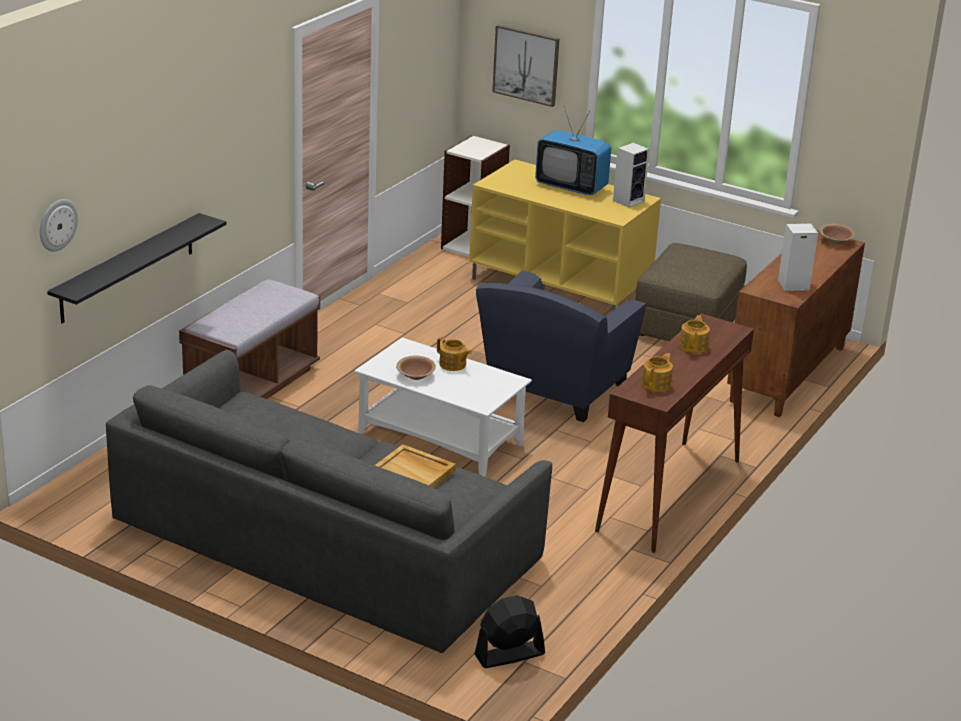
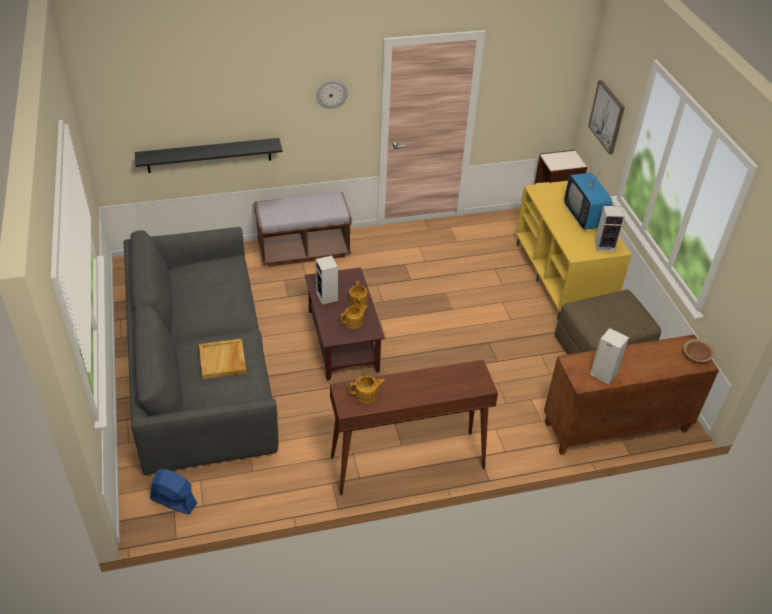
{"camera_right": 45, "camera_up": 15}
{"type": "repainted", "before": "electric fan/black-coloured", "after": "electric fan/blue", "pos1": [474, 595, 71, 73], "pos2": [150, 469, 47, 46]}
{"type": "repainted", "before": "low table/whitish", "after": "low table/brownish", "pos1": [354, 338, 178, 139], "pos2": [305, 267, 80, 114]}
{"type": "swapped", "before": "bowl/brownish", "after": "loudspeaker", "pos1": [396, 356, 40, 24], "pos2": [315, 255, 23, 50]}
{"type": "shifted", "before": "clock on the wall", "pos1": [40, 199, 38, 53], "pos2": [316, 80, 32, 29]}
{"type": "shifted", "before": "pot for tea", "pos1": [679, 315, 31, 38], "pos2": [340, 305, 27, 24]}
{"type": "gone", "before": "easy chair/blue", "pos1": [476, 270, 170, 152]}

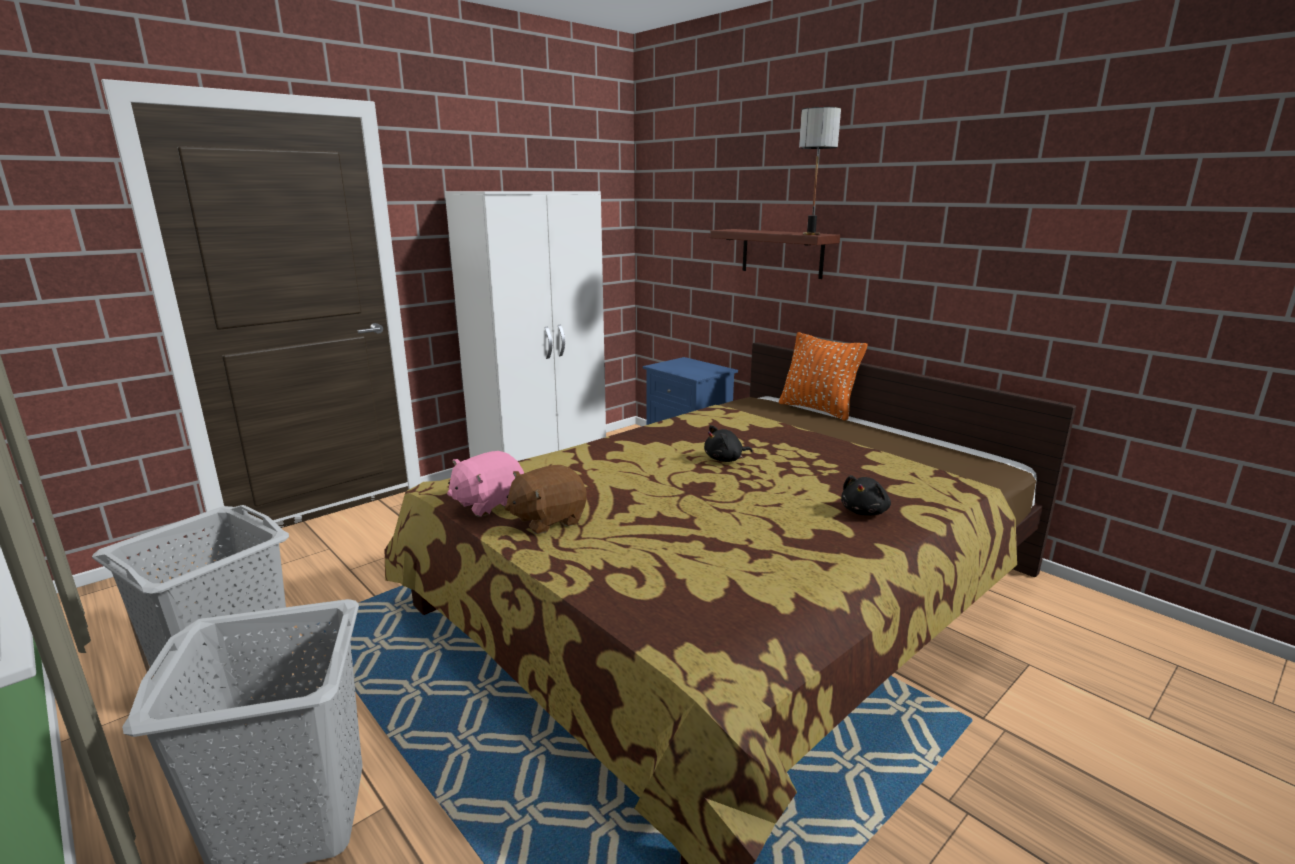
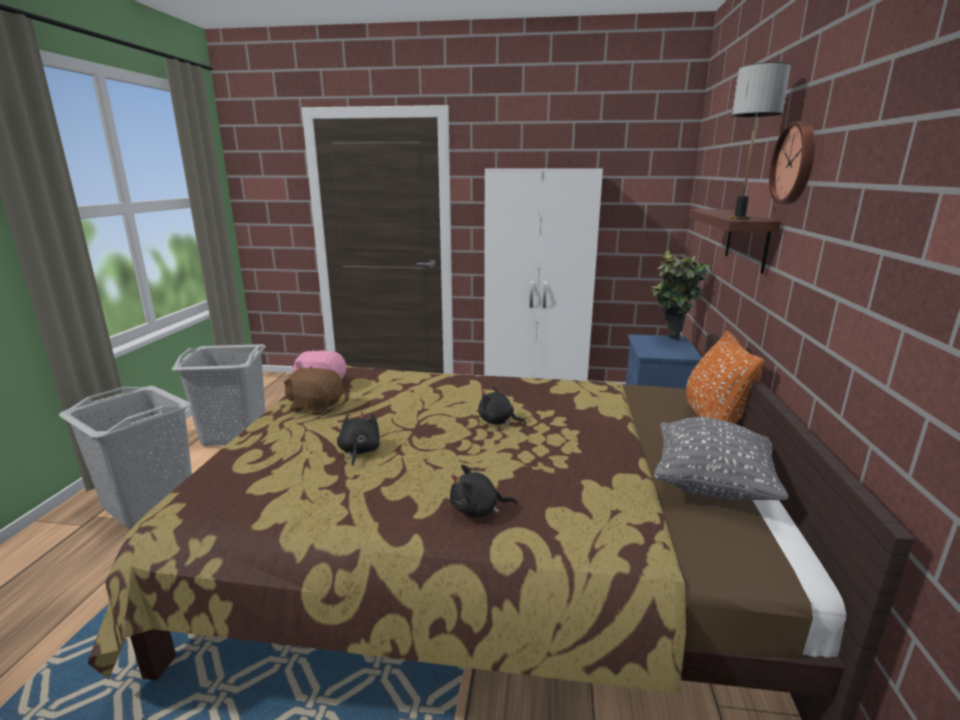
{"camera_right": 50, "camera_up": 0}
{"type": "new", "after": "soft toy/black-coloured", "pos2": [337, 412, 43, 54]}
{"type": "new", "after": "houseplant", "pos2": [651, 250, 60, 90]}
{"type": "new", "after": "throw pillow/grey", "pos2": [654, 417, 135, 83]}
{"type": "new", "after": "clock on the wall", "pos2": [769, 121, 46, 83]}

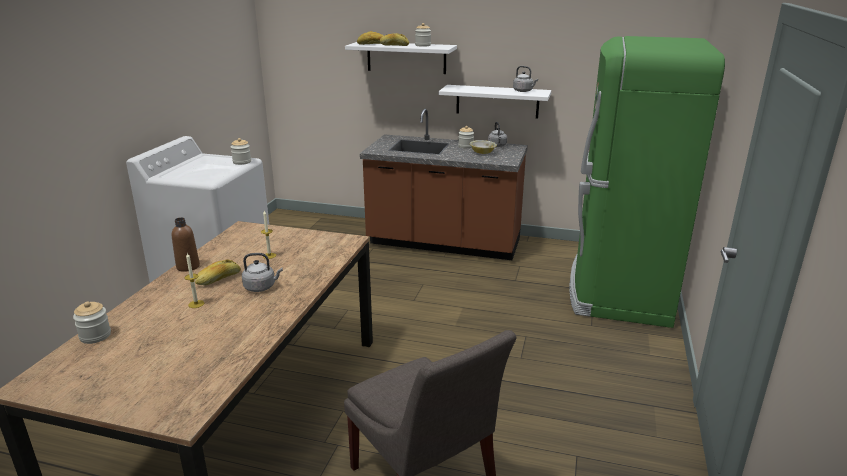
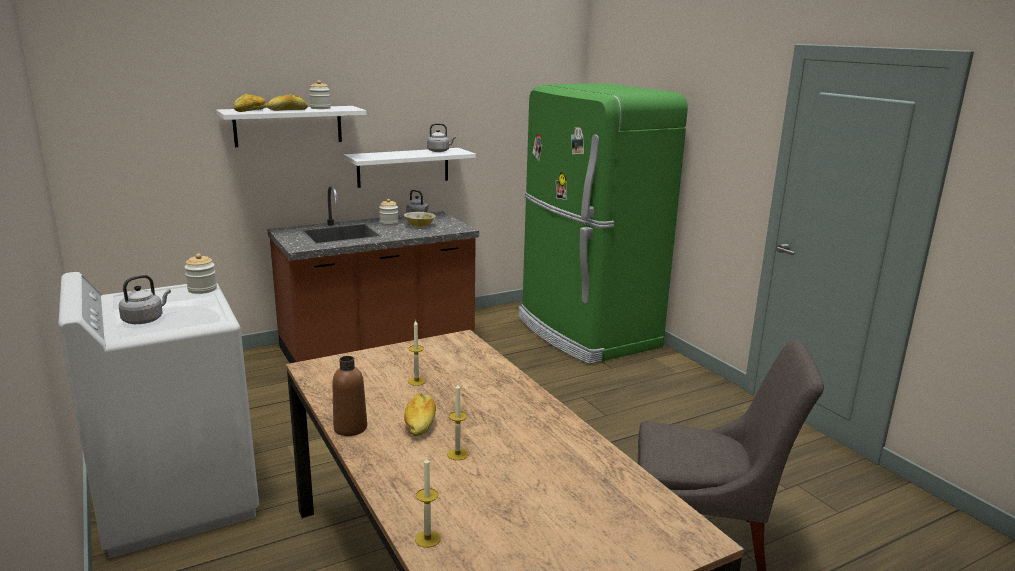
{"camera_right": -45, "camera_up": -5}
{"type": "shifted", "before": "kettle/grey", "pos1": [242, 253, 41, 39], "pos2": [119, 275, 52, 49]}
{"type": "swapped", "before": "preserve jar", "after": "wax light", "pos1": [73, 301, 38, 43], "pos2": [415, 456, 26, 92]}

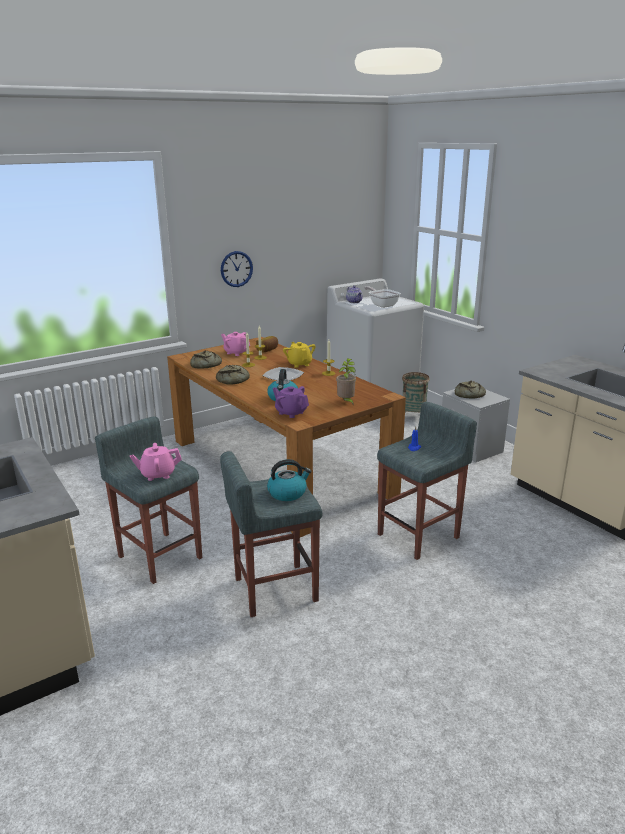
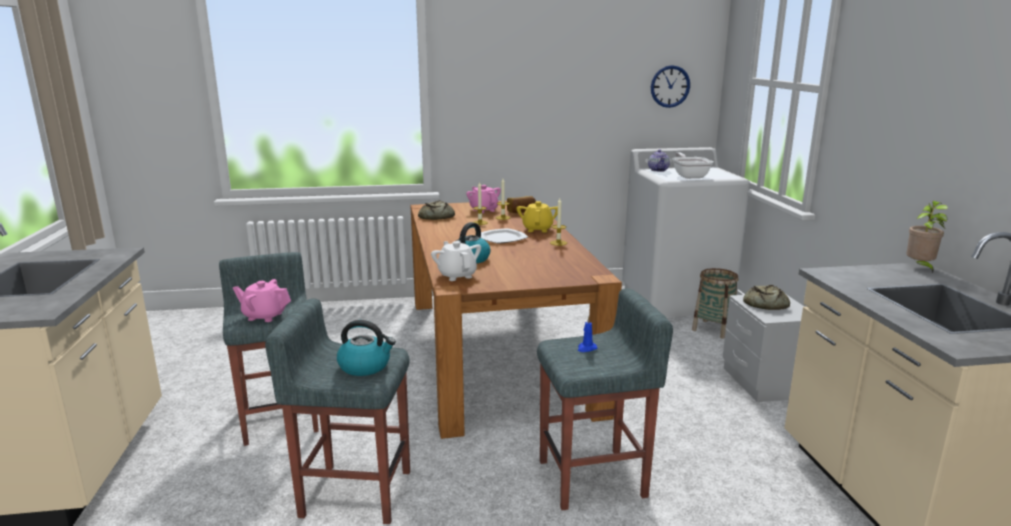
{"camera_right": 25, "camera_up": -5}
{"type": "repainted", "before": "pot for tea/purplish", "after": "pot for tea/whitish", "pos1": [273, 386, 36, 32], "pos2": [431, 241, 50, 40]}
{"type": "shifted", "before": "clock on the wall", "pos1": [221, 251, 32, 36], "pos2": [651, 65, 39, 43]}
{"type": "shifted", "before": "houseplant", "pos1": [336, 358, 20, 46], "pos2": [906, 201, 42, 72]}
{"type": "gone", "before": "baked bread", "pos1": [216, 365, 34, 20]}

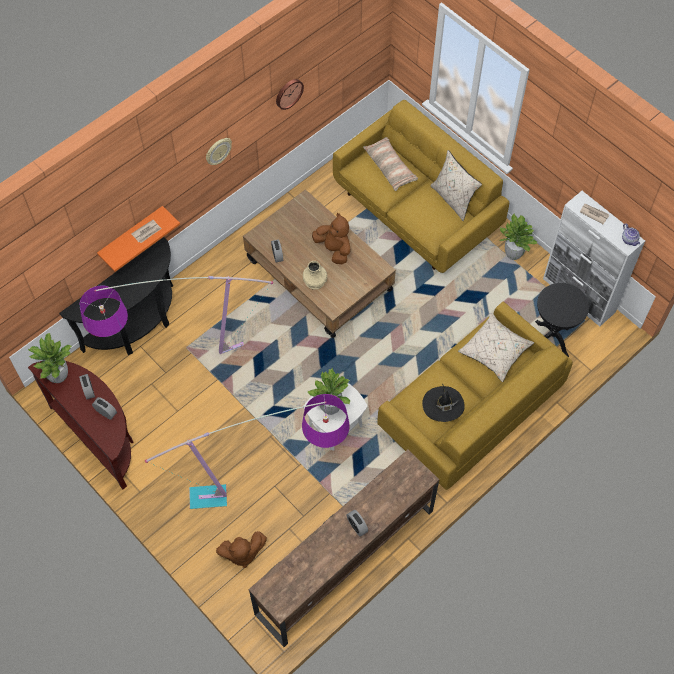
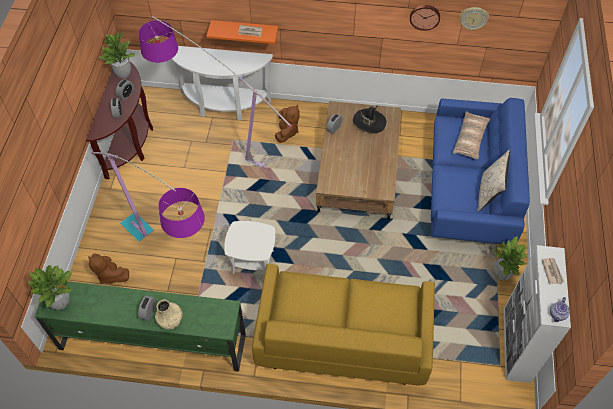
{"camera_right": 50, "camera_up": -5}
{"type": "shifted", "before": "houseplant", "pos1": [308, 368, 42, 47], "pos2": [28, 265, 44, 45]}
{"type": "repainted", "before": "media console/brownish", "after": "media console/greenish", "pos1": [248, 449, 191, 198], "pos2": [35, 281, 211, 91]}
{"type": "shifted", "before": "flower vase/beige", "pos1": [303, 261, 24, 28], "pos2": [155, 300, 28, 30]}
{"type": "repainted", "before": "console table/black-coloured", "after": "console table/whitish", "pos1": [59, 237, 114, 118], "pos2": [172, 46, 101, 74]}
{"type": "shifted", "before": "soft toy/brownish", "pos1": [312, 213, 39, 51], "pos2": [275, 104, 25, 39]}
{"type": "shifted", "before": "clothing hat/black-coloured", "pos1": [422, 384, 43, 38], "pos2": [353, 105, 33, 28]}
{"type": "repainted", "before": "couch/yellow", "after": "couch/blue", "pos1": [333, 100, 176, 173], "pos2": [431, 98, 99, 147]}
{"type": "shifted", "before": "clock on the wall", "pos1": [206, 138, 26, 27], "pos2": [460, 7, 29, 24]}
{"type": "gone", "before": "throw pillow/beige", "pos1": [458, 313, 76, 69]}
{"type": "gone", "before": "side table/black-coloured", "pos1": [535, 283, 54, 74]}

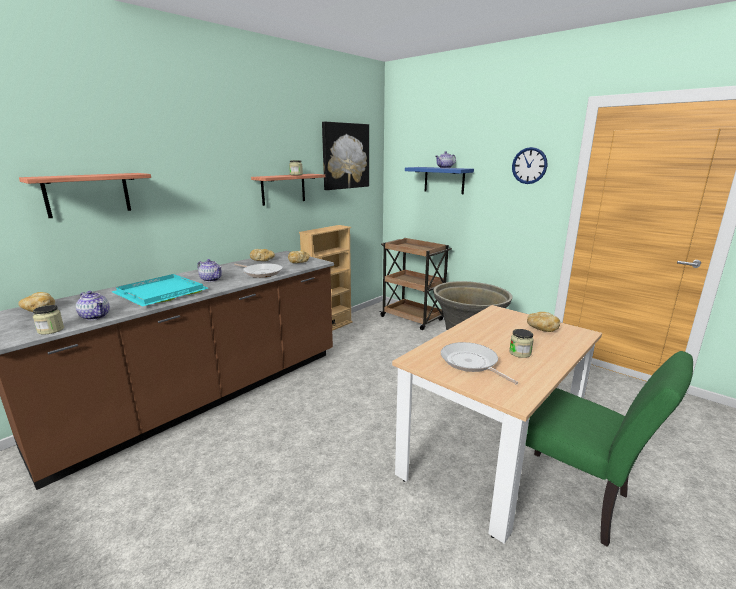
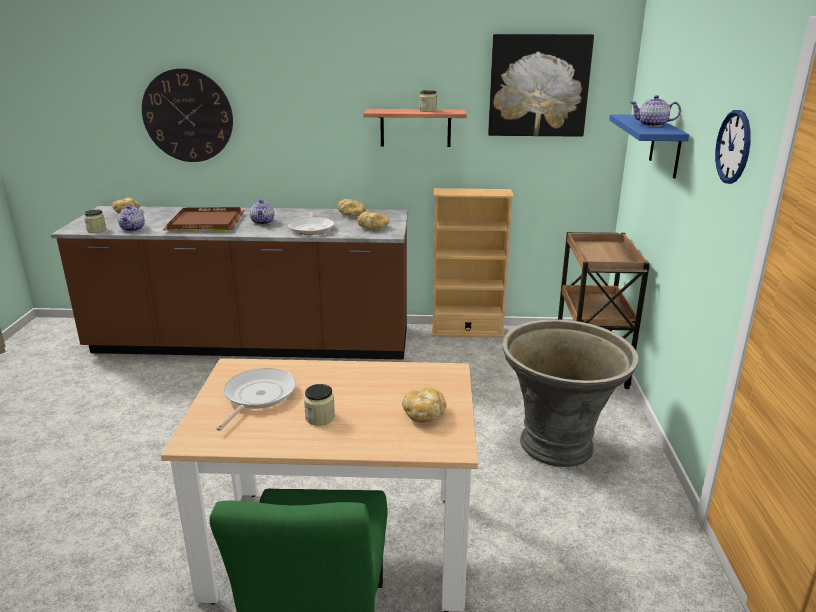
{"camera_right": 50, "camera_up": 5}
{"type": "swapped", "before": "wall shelf", "after": "clock on the wall", "pos1": [19, 173, 132, 45], "pos2": [142, 68, 91, 94]}
{"type": "repainted", "before": "carrying tray/turquoise-coloured", "after": "carrying tray/brownish", "pos1": [112, 274, 96, 33], "pos2": [162, 207, 83, 25]}

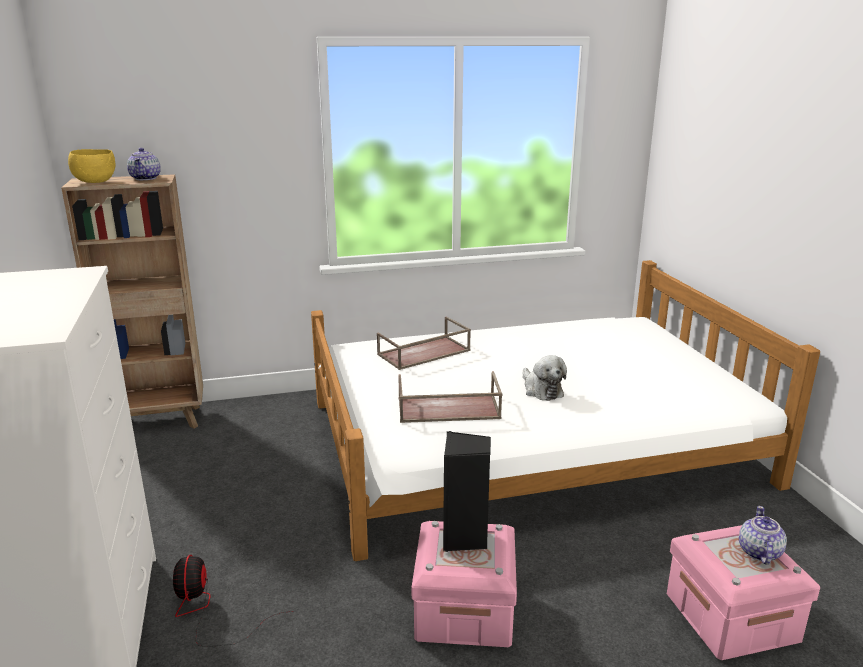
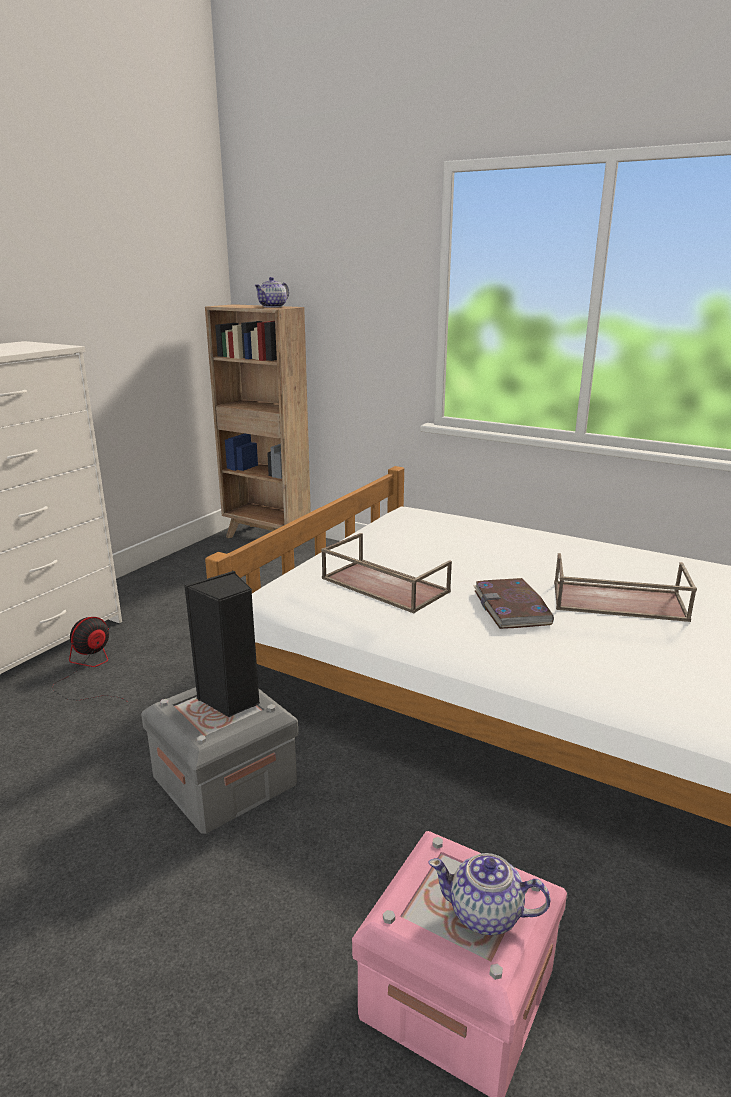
{"camera_right": 45, "camera_up": 0}
{"type": "repainted", "before": "storage container/pink", "after": "storage container/grey", "pos1": [411, 521, 106, 126], "pos2": [141, 687, 157, 147]}
{"type": "rotated", "before": "pot for tea", "pos1": [739, 506, 48, 58], "pos2": [429, 853, 122, 82], "turn": -135}
{"type": "swapped", "before": "soft toy", "after": "volume", "pos1": [523, 355, 44, 46], "pos2": [474, 578, 80, 51]}
{"type": "shifted", "before": "carrying tray/brownish", "pos1": [377, 316, 94, 54], "pos2": [554, 553, 143, 69]}
{"type": "gone", "before": "bowl/yellow", "pos1": [68, 149, 47, 34]}

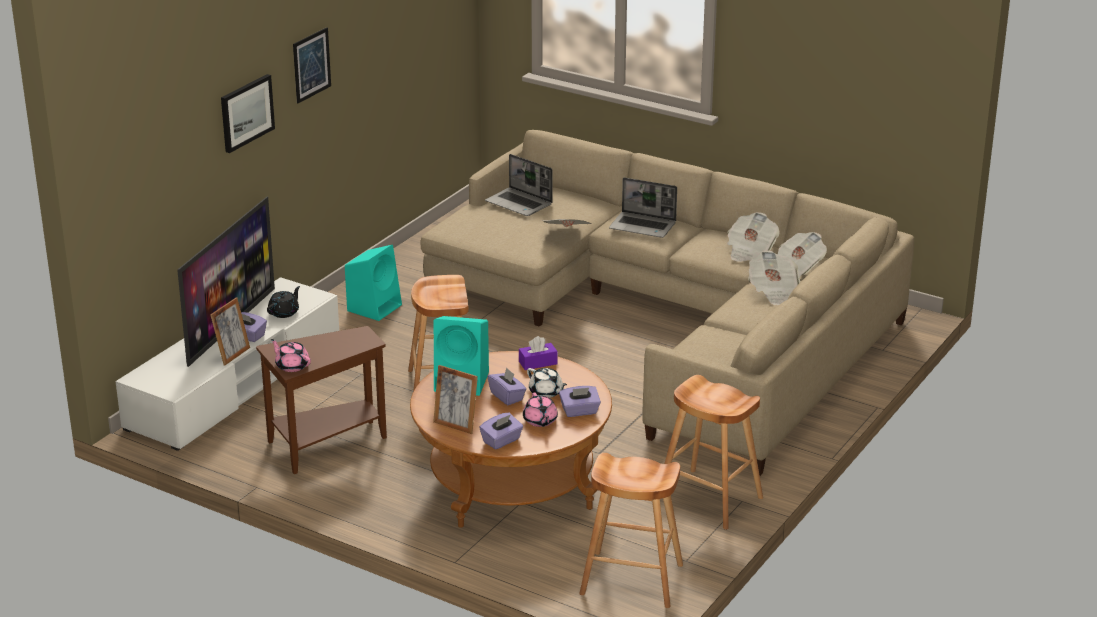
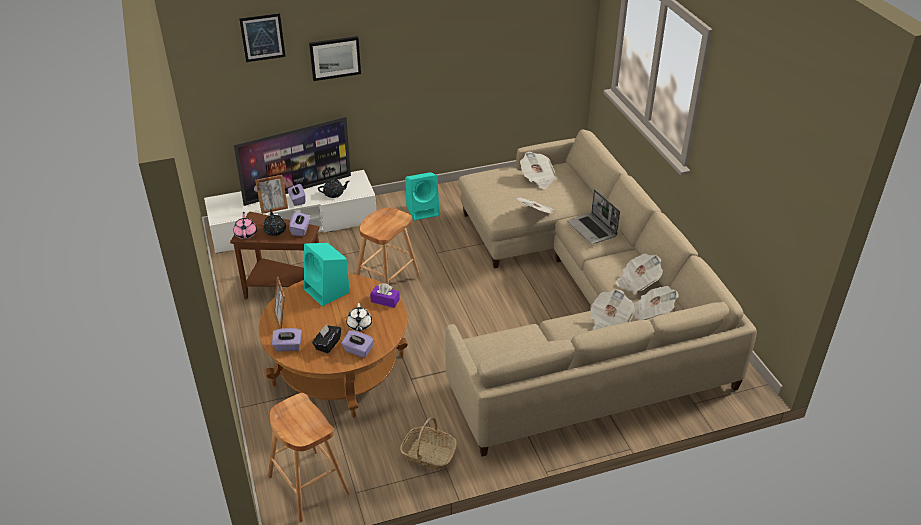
{"camera_right": 40, "camera_up": 10}
{"type": "shifted", "before": "wall picture", "pos1": [293, 27, 38, 76], "pos2": [239, 13, 47, 49]}
{"type": "new", "after": "pot for tea/black-coloured", "pos2": [263, 209, 23, 27]}
{"type": "shifted", "before": "tissue box/purplish", "pos1": [488, 367, 38, 38], "pos2": [289, 212, 21, 24]}
{"type": "swapped", "before": "pot for tea/pink", "after": "tissue box/black-coloured", "pos1": [523, 393, 35, 34], "pos2": [312, 324, 29, 29]}
{"type": "swapped", "before": "sitting stool/brownish", "after": "basket", "pos1": [664, 375, 99, 155], "pos2": [400, 417, 57, 53]}
{"type": "swapped", "before": "notebook computer", "after": "daily paper", "pos1": [485, 154, 67, 62], "pos2": [520, 152, 37, 37]}

